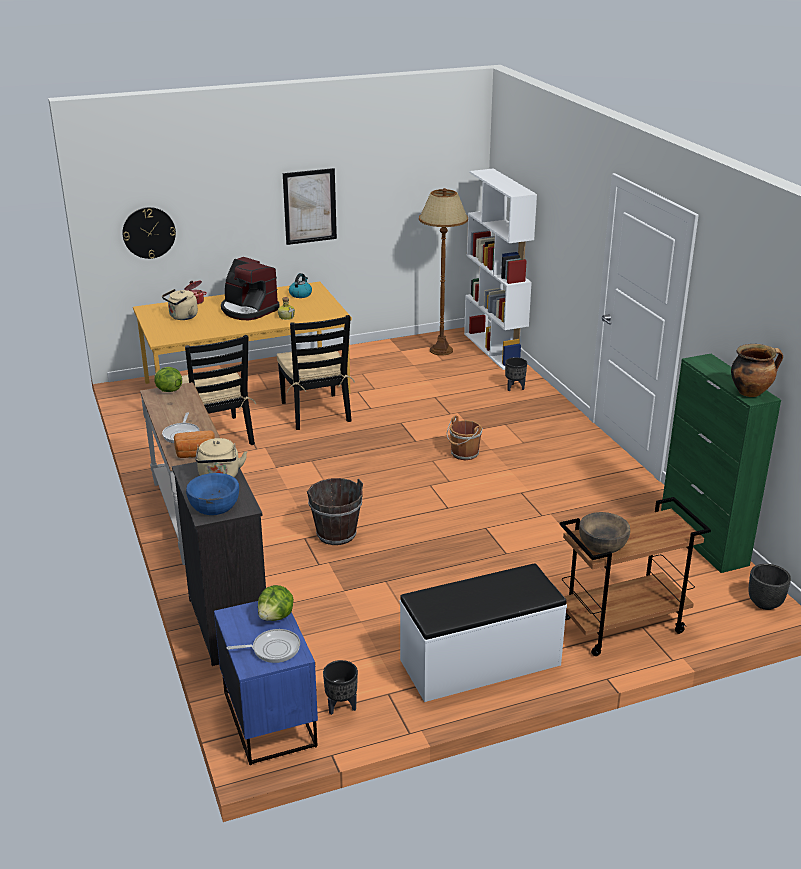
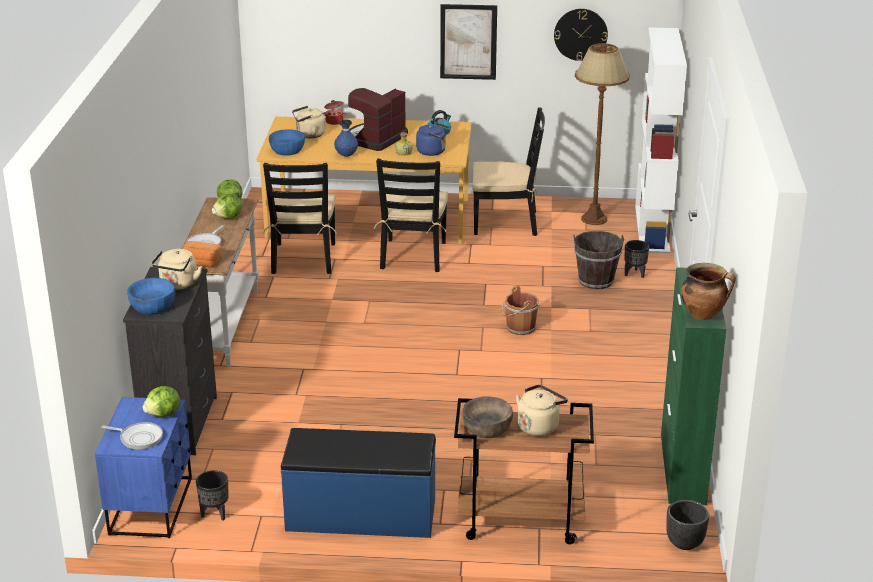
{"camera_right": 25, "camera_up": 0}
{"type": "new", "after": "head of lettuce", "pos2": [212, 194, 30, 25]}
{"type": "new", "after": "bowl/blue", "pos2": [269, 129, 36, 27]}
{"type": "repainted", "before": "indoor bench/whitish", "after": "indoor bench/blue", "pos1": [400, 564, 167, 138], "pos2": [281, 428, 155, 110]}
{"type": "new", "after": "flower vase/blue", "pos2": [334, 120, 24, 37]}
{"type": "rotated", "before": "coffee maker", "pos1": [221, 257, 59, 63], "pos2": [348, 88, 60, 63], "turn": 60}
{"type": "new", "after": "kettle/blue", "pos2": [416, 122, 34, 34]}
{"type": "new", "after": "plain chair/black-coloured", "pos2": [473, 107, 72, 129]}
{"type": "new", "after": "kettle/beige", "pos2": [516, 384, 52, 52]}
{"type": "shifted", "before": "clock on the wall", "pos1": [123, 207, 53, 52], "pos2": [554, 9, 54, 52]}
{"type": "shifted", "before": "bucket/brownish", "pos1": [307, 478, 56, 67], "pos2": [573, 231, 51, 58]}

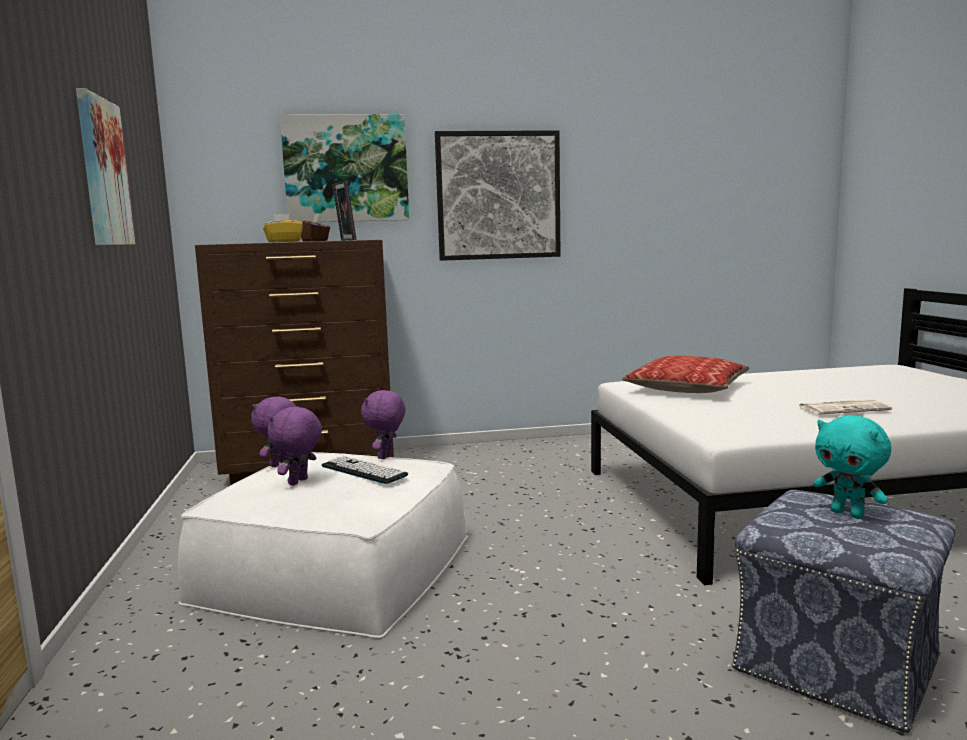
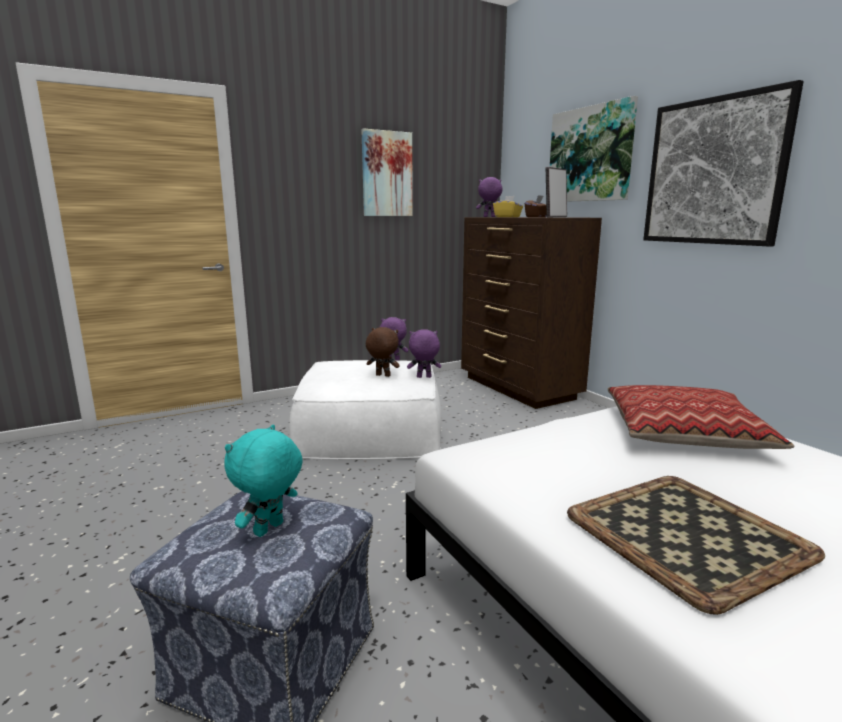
{"camera_right": 70, "camera_up": 5}
{"type": "swapped", "before": "computer keyboard", "after": "soft toy/brownish", "pos1": [322, 456, 86, 28], "pos2": [366, 327, 33, 50]}
{"type": "shifted", "before": "soft toy/purplish", "pos1": [268, 406, 54, 79], "pos2": [476, 177, 26, 40]}
{"type": "swapped", "before": "daily paper", "after": "carrying tray", "pos1": [797, 399, 95, 15], "pos2": [567, 476, 258, 139]}

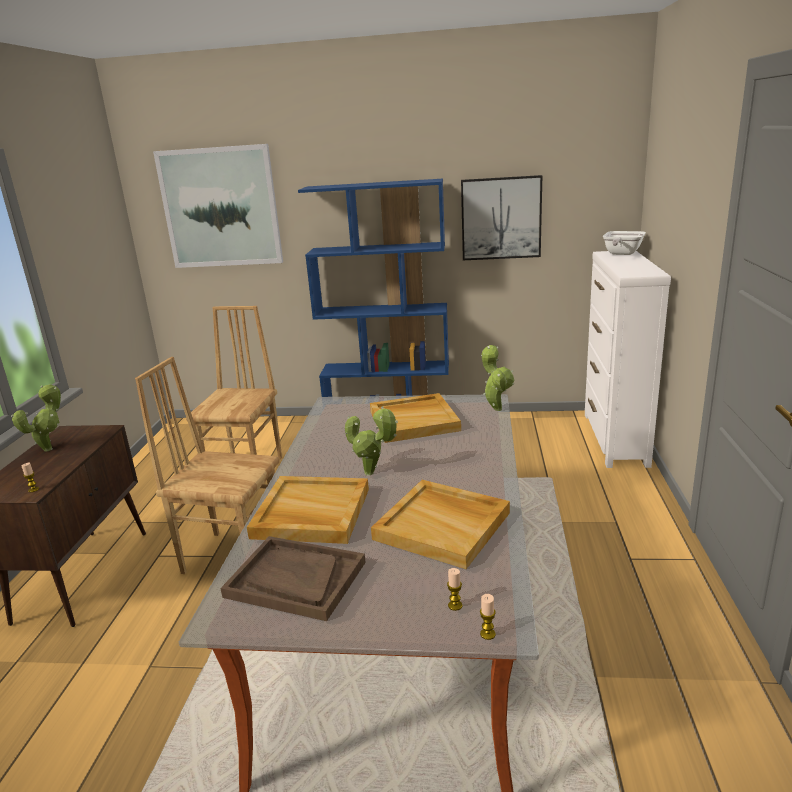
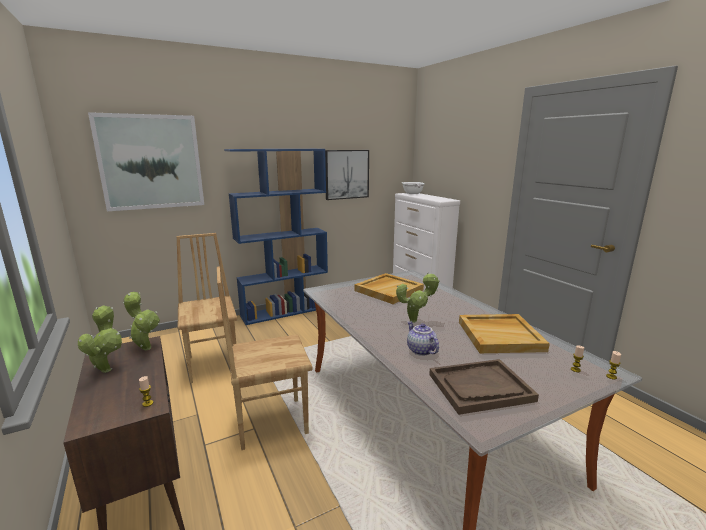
{"camera_right": -35, "camera_up": -5}
{"type": "shifted", "before": "houseplant", "pos1": [481, 345, 33, 66], "pos2": [123, 292, 37, 58]}
{"type": "swapped", "before": "carrying tray/beige", "after": "pot for tea", "pos1": [247, 476, 122, 68], "pos2": [407, 321, 32, 35]}

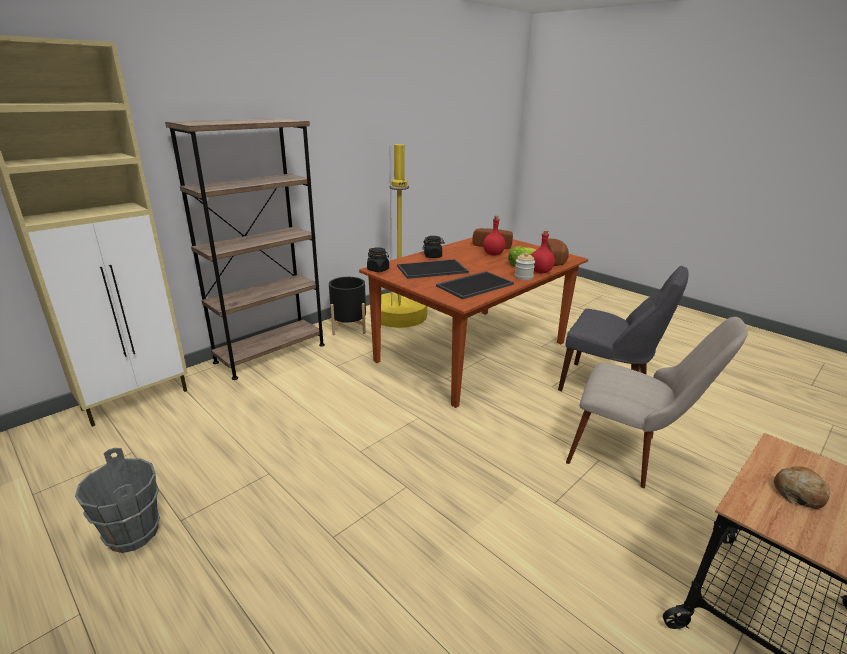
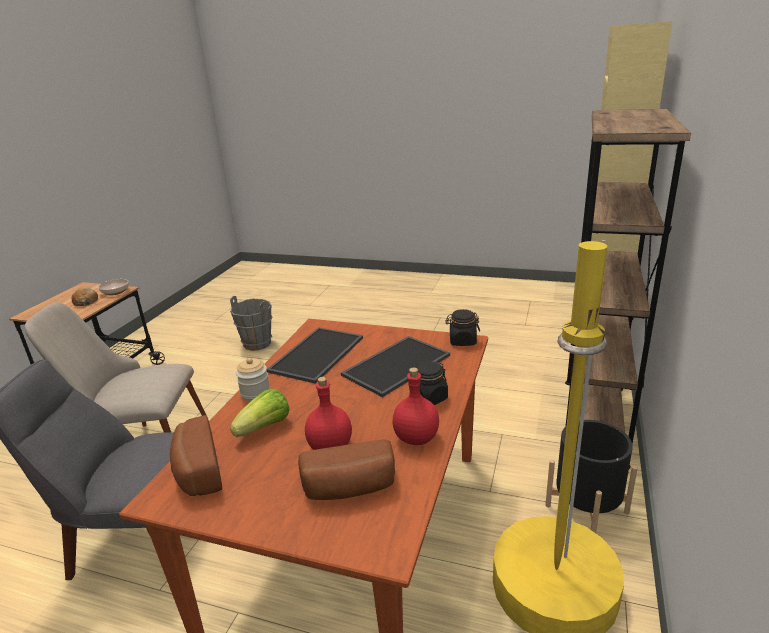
{"camera_right": 155, "camera_up": 0}
{"type": "new", "after": "bowl", "pos2": [98, 279, 31, 17]}
{"type": "shifted", "before": "bucket/grey", "pos1": [75, 448, 85, 105], "pos2": [230, 296, 43, 55]}
{"type": "shifted", "before": "drink bottle/red", "pos1": [531, 230, 24, 43], "pos2": [393, 368, 46, 77]}

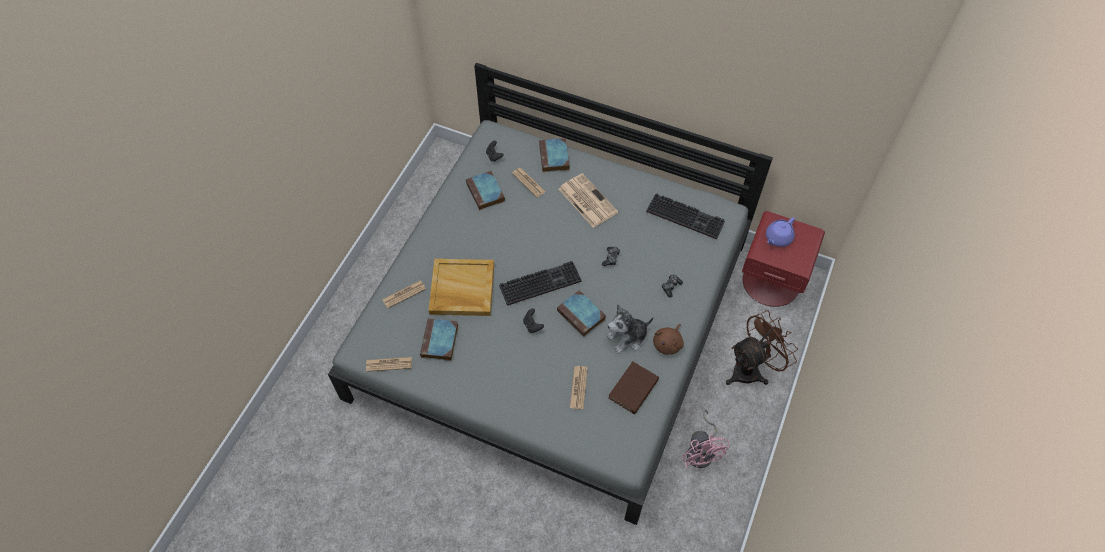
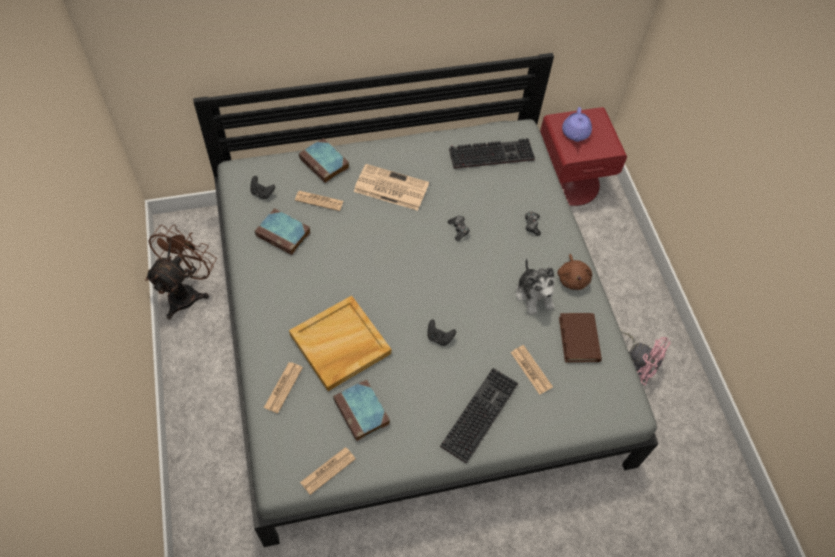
{"camera_right": -40, "camera_up": 0}
{"type": "shifted", "before": "electric fan/brownish", "pos1": [726, 310, 72, 75], "pos2": [145, 224, 72, 96]}
{"type": "shifted", "before": "computer keyboard", "pos1": [499, 261, 83, 45], "pos2": [440, 368, 78, 96]}
{"type": "rotated", "before": "soft toy", "pos1": [606, 304, 47, 50], "pos2": [516, 258, 39, 57], "turn": -45}
{"type": "gone", "before": "volume", "pos1": [557, 290, 49, 47]}

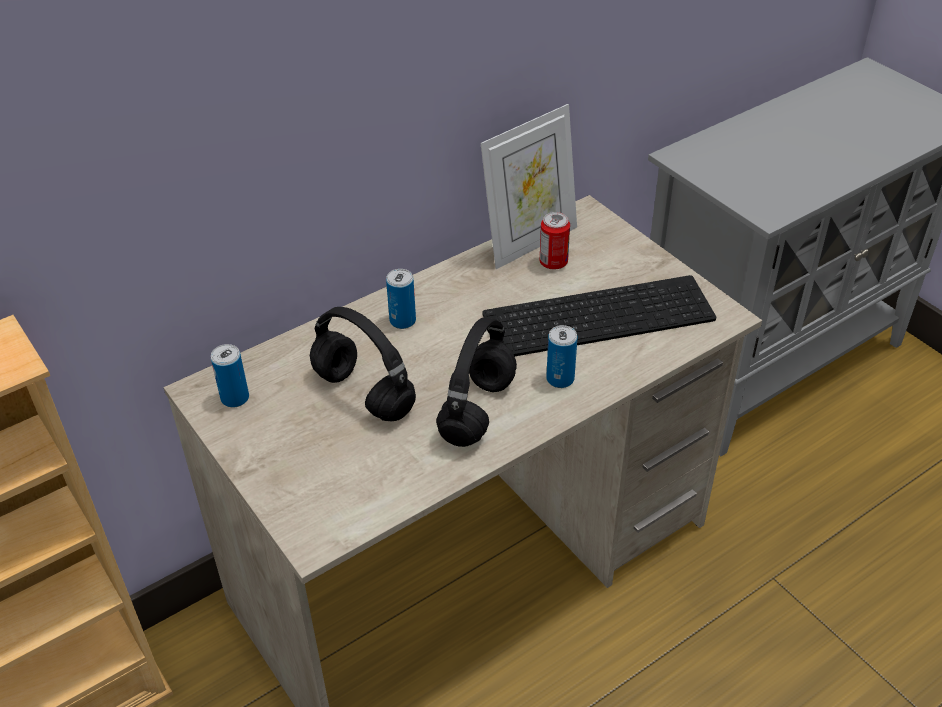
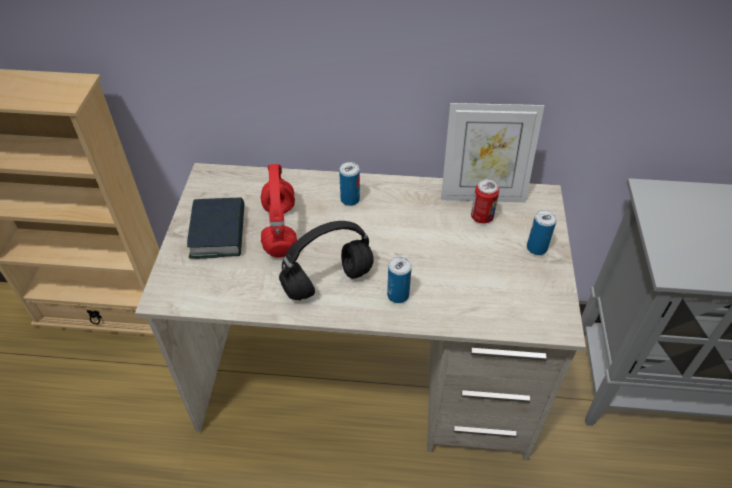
{"camera_right": 40, "camera_up": 5}
{"type": "new", "after": "volume", "pos2": [187, 197, 57, 62]}
{"type": "repainted", "before": "headset/black-coloured", "after": "headset/red", "pos1": [310, 307, 106, 114], "pos2": [260, 164, 37, 94]}
{"type": "shifted", "before": "can", "pos1": [211, 344, 38, 63], "pos2": [527, 210, 30, 45]}
{"type": "gone", "before": "computer keyboard", "pos1": [483, 275, 233, 82]}

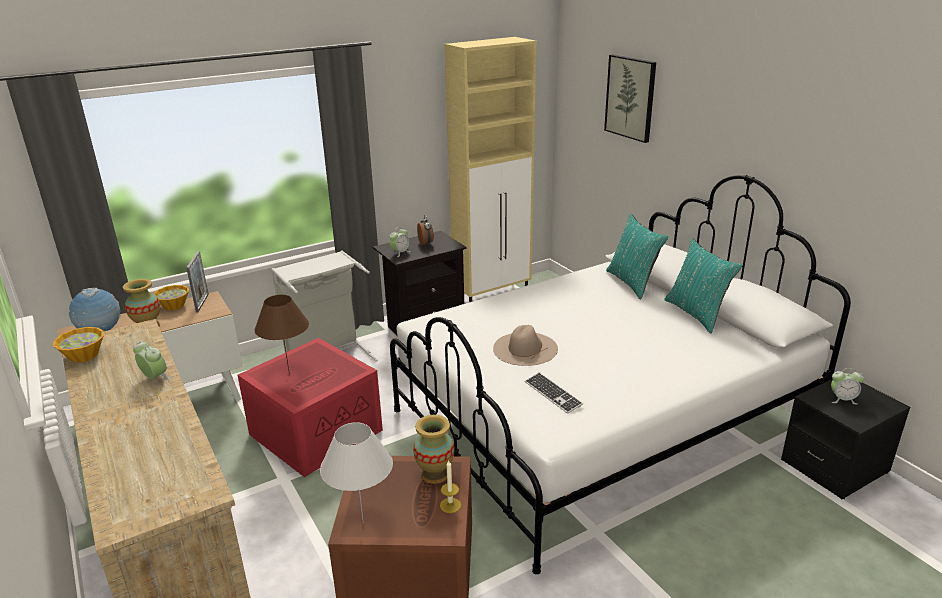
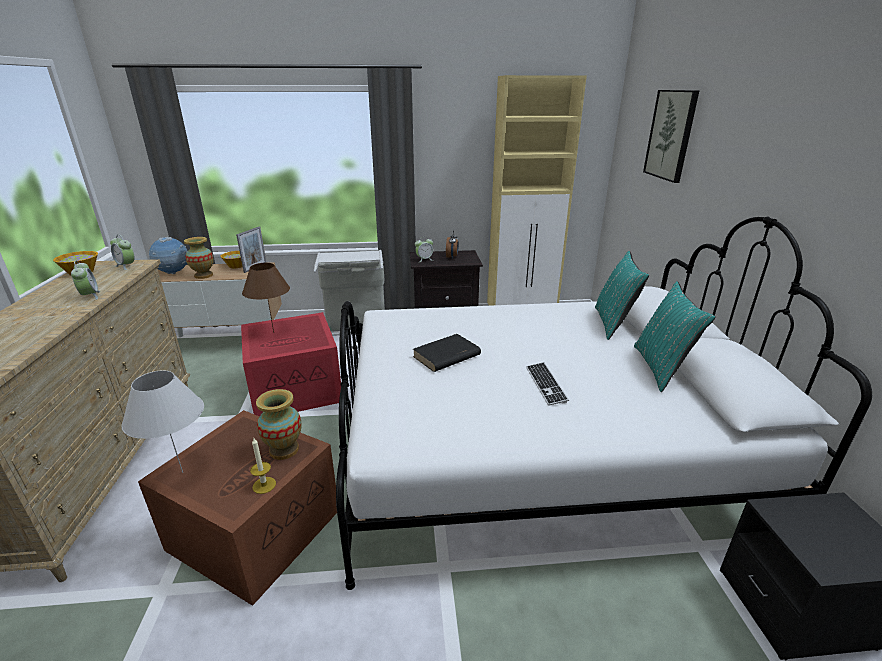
{"camera_right": 25, "camera_up": 0}
{"type": "shifted", "before": "table clock", "pos1": [831, 368, 33, 36], "pos2": [110, 235, 25, 35]}
{"type": "swapped", "before": "clothing hat/beige", "after": "volume/black-coloured", "pos1": [493, 325, 65, 41], "pos2": [413, 334, 68, 38]}
{"type": "shifted", "before": "computer keyboard", "pos1": [525, 372, 58, 42], "pos2": [526, 362, 43, 44]}

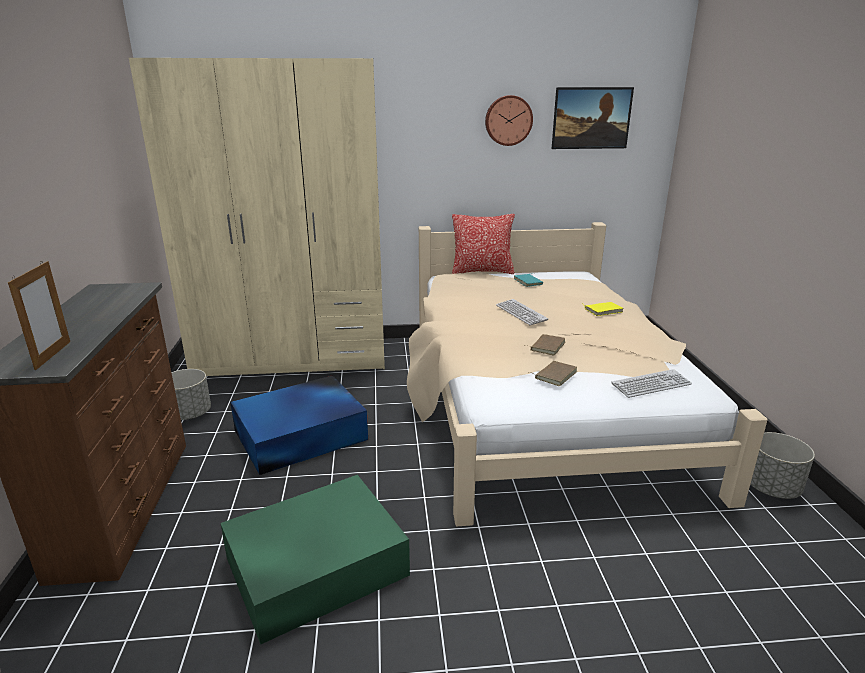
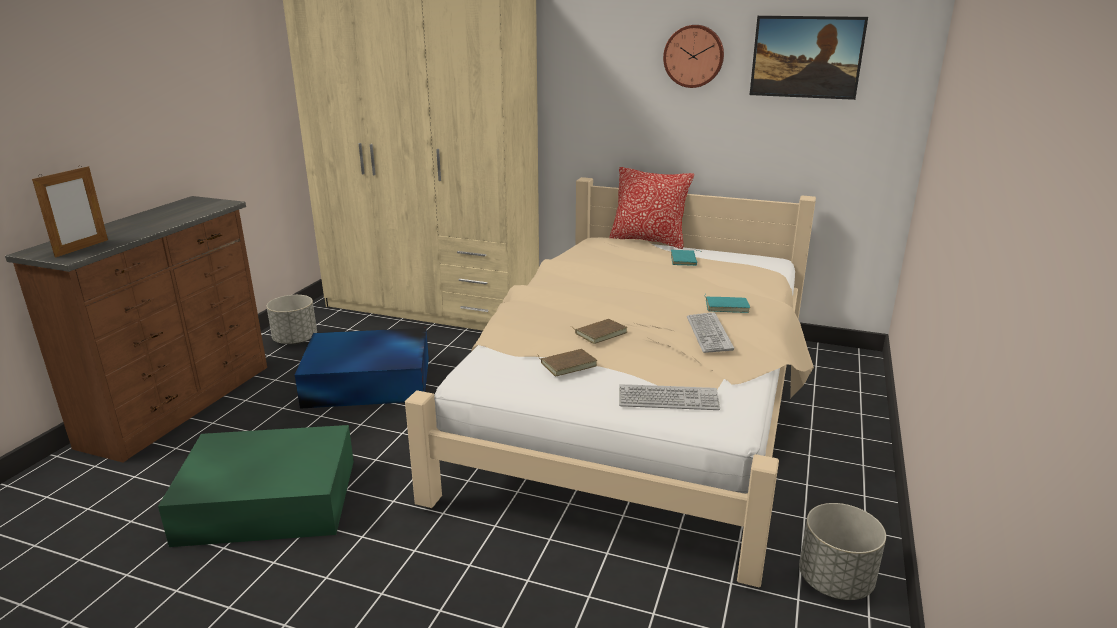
{"camera_right": 25, "camera_up": 0}
{"type": "shifted", "before": "computer keyboard", "pos1": [496, 299, 52, 26], "pos2": [687, 312, 47, 41]}
{"type": "repainted", "before": "volume/yellow", "after": "volume/turquoise-coloured", "pos1": [583, 302, 41, 14], "pos2": [704, 294, 46, 19]}

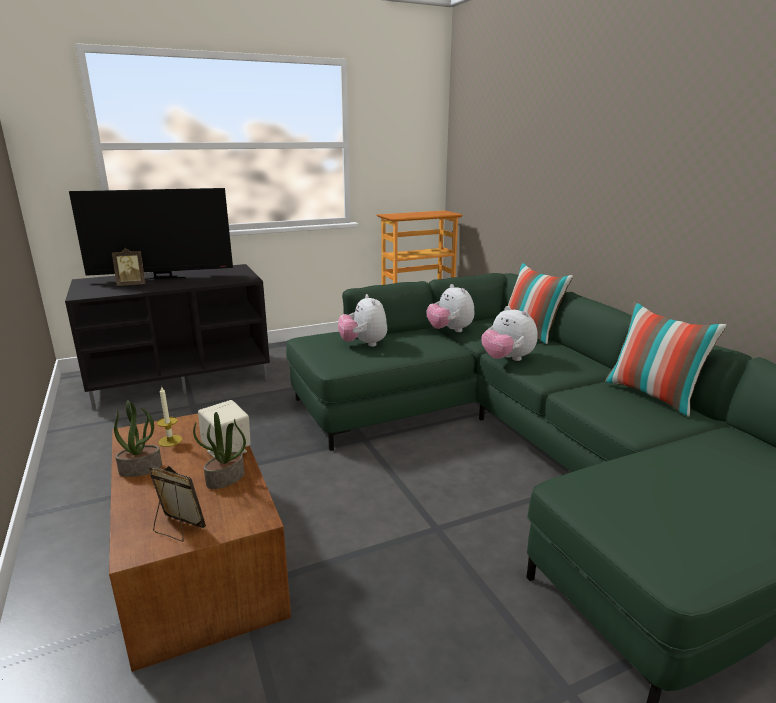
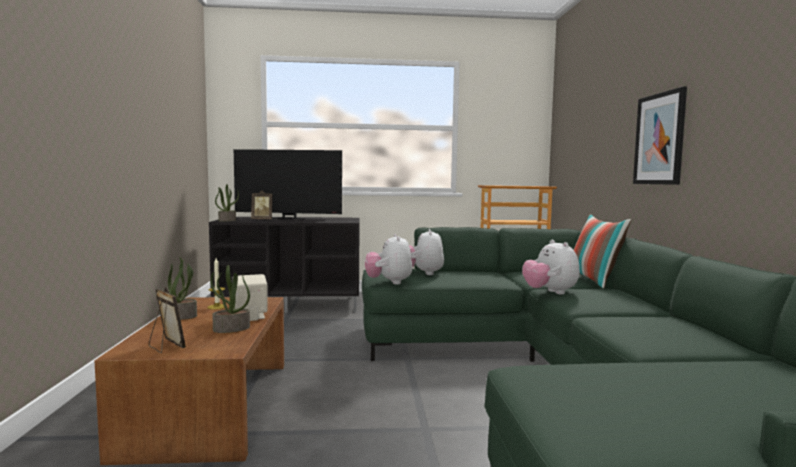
{"camera_right": 20, "camera_up": -15}
{"type": "new", "after": "houseplant", "pos2": [215, 185, 24, 37]}
{"type": "shifted", "before": "soft toy", "pos1": [427, 284, 47, 48], "pos2": [365, 234, 47, 51]}
{"type": "new", "after": "wall picture", "pos2": [633, 86, 54, 99]}
{"type": "gone", "before": "throw pillow", "pos1": [605, 302, 122, 115]}

